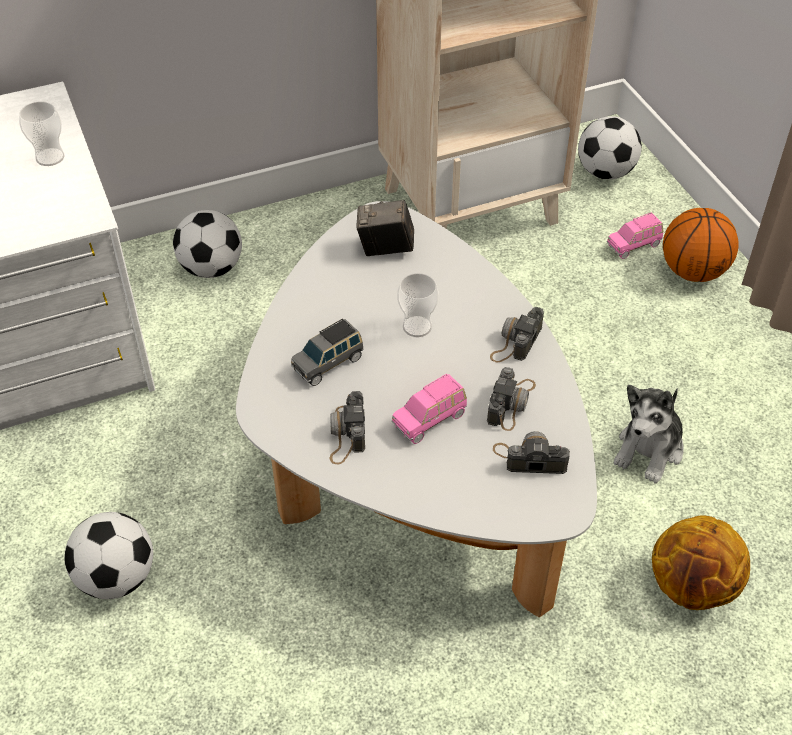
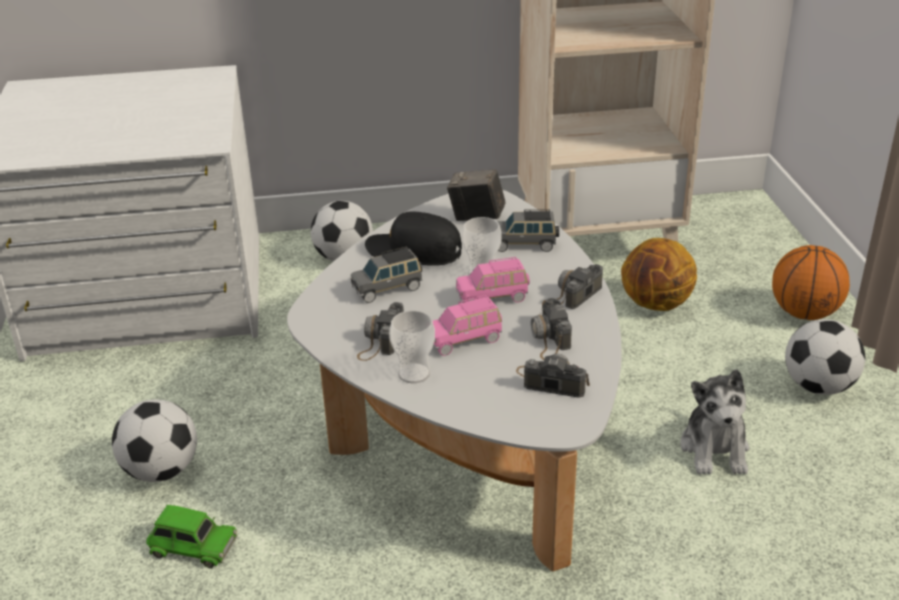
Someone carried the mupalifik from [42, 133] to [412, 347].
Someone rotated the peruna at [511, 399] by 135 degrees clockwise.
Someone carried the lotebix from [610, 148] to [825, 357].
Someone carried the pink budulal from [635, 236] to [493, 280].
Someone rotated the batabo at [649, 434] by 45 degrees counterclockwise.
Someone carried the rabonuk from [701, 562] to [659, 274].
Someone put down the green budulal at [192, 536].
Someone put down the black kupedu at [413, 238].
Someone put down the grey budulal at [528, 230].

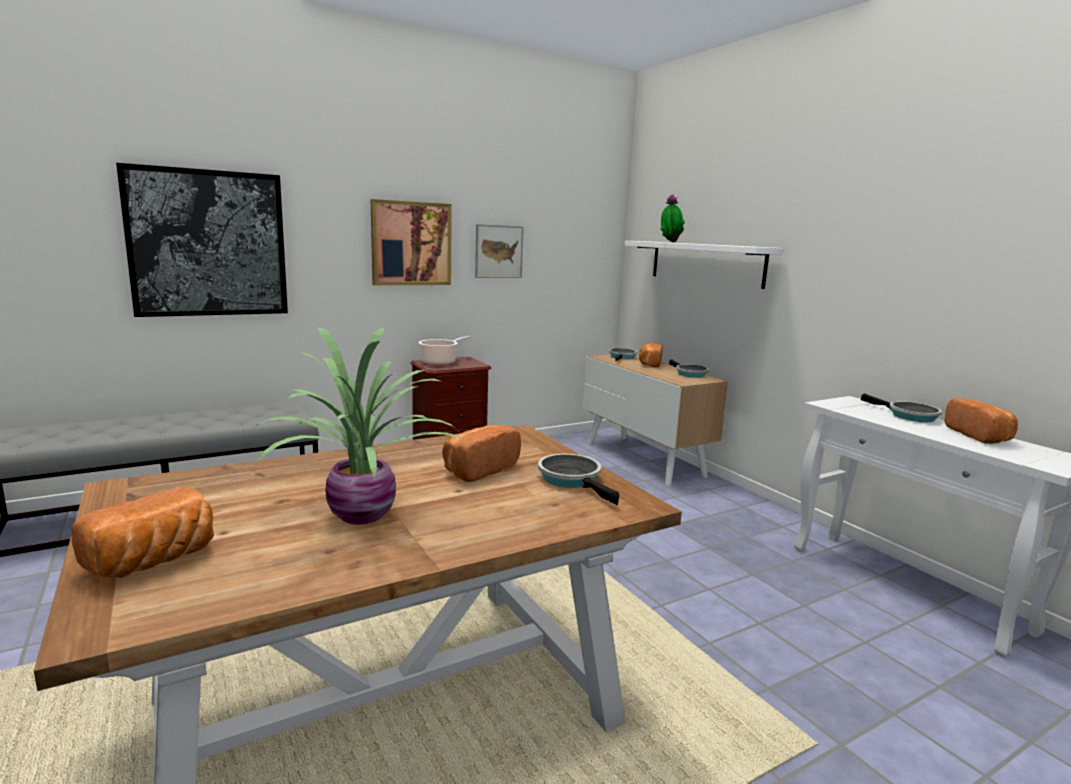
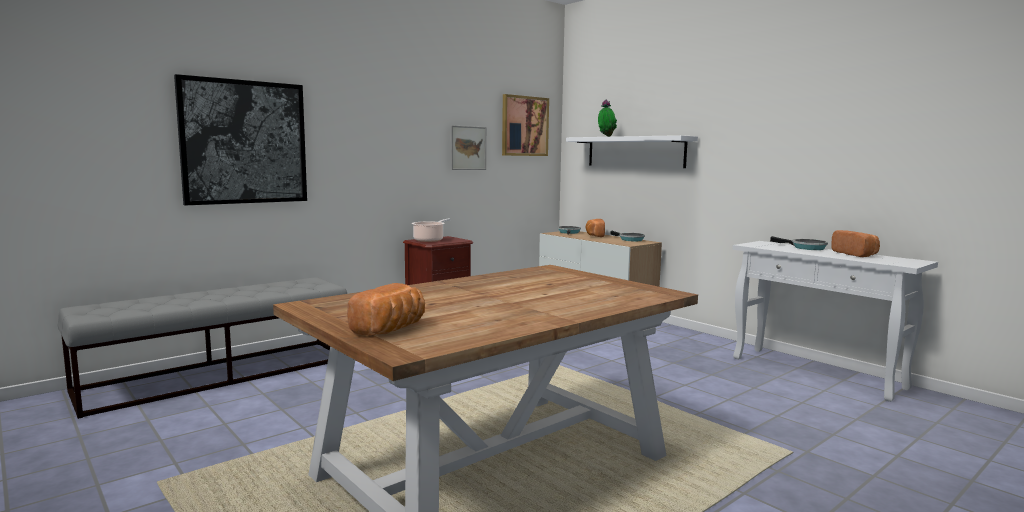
Someone took away the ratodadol at [359, 426].
Someone carried the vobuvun from [411, 242] to [525, 125].
Someone took away the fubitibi at [481, 453].
Someone took away the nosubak at [579, 479].

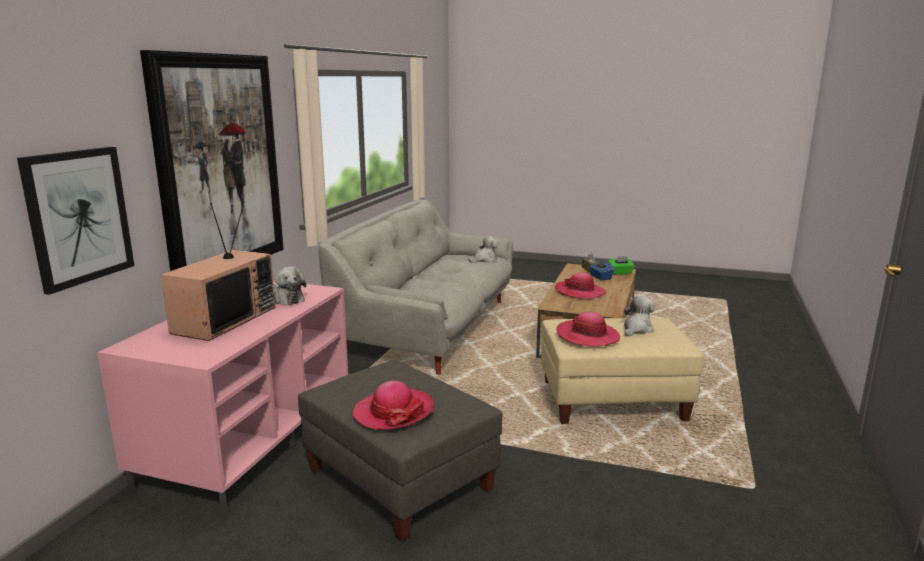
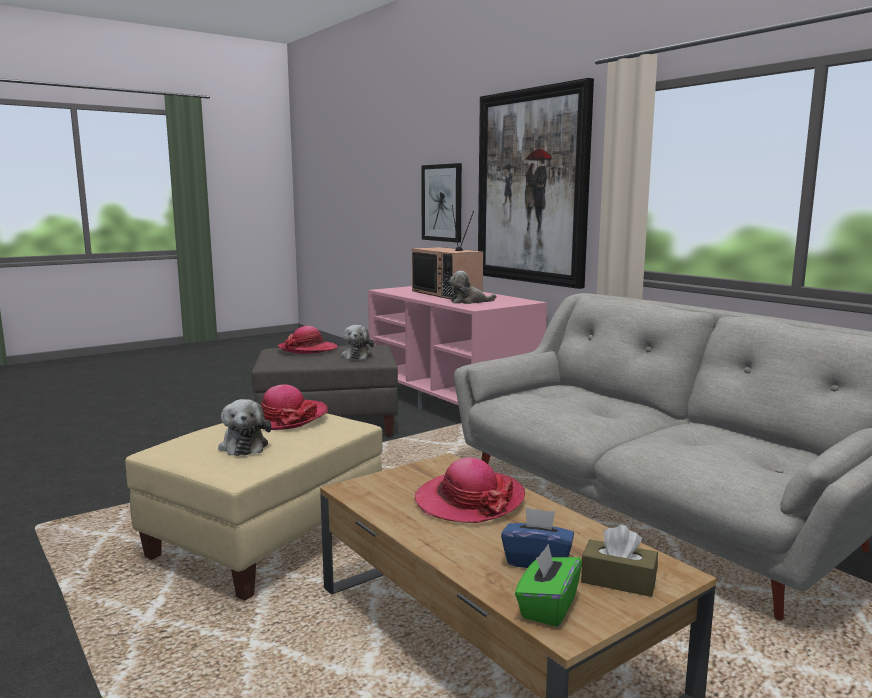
Someone carried the batabo from [483, 249] to [357, 342].

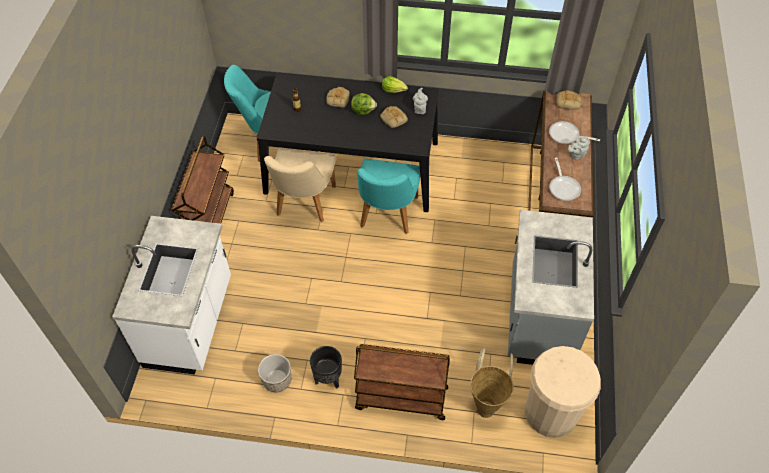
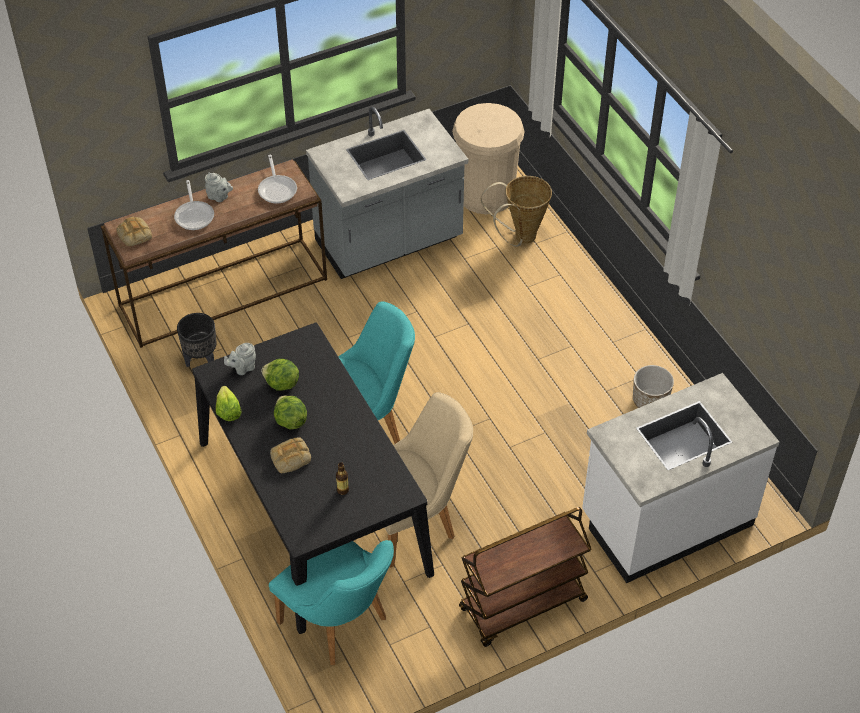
Someone carried the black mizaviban from [326, 367] to [197, 340].
Someone took away the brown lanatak at [402, 382].
Someone swapped the fubitibi at [394, 117] for the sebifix at [280, 374].
Someone rotated the nosubak at [565, 179] by 120 degrees clockwise.

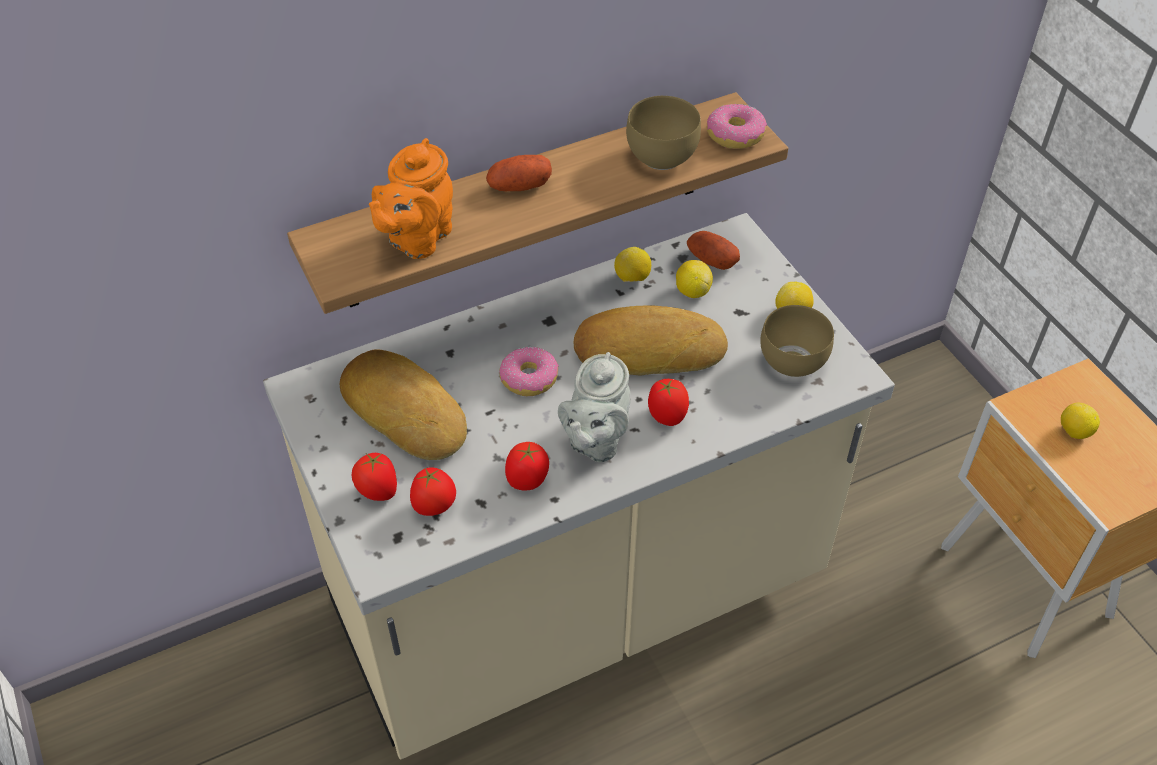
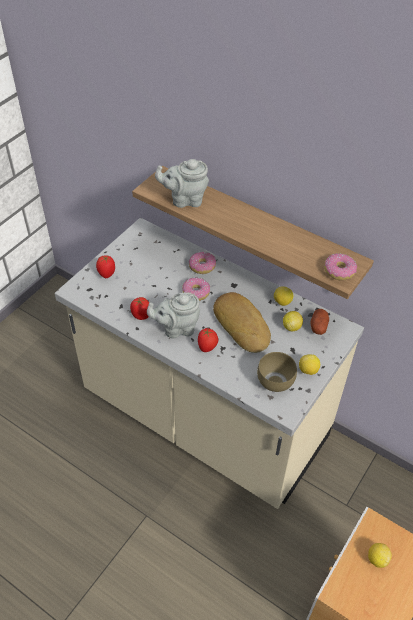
Someone took away the fubitibi at [403, 404].
Someone repainted the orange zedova at [411, 198], which became the grey zedova at [182, 183].
Someone took away the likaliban at [433, 491].
Someone took away the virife at [519, 173].
Someone took away the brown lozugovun at [663, 133].
Someone put down the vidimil at [202, 263].

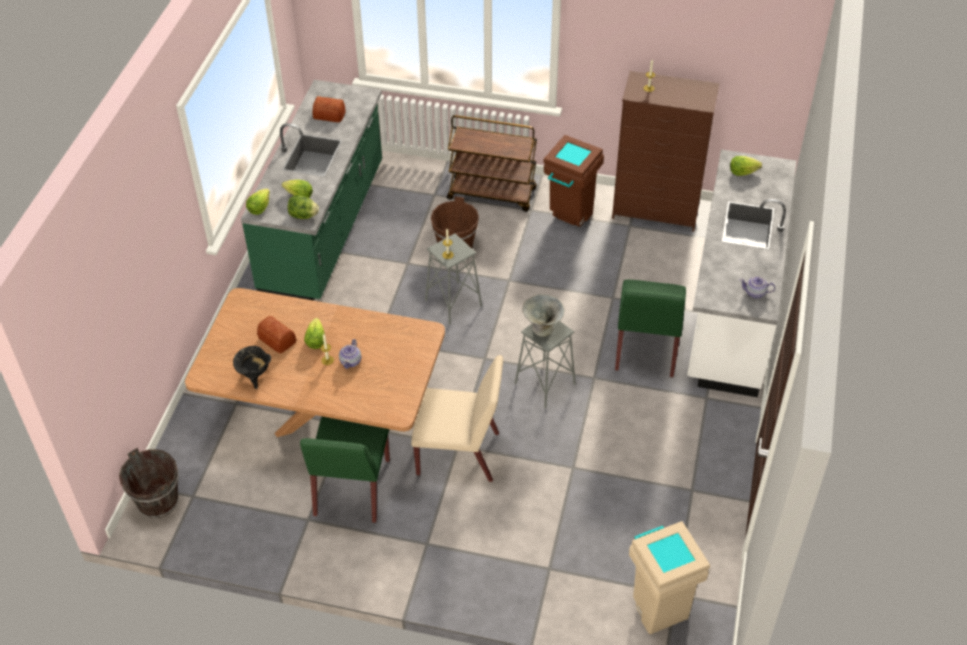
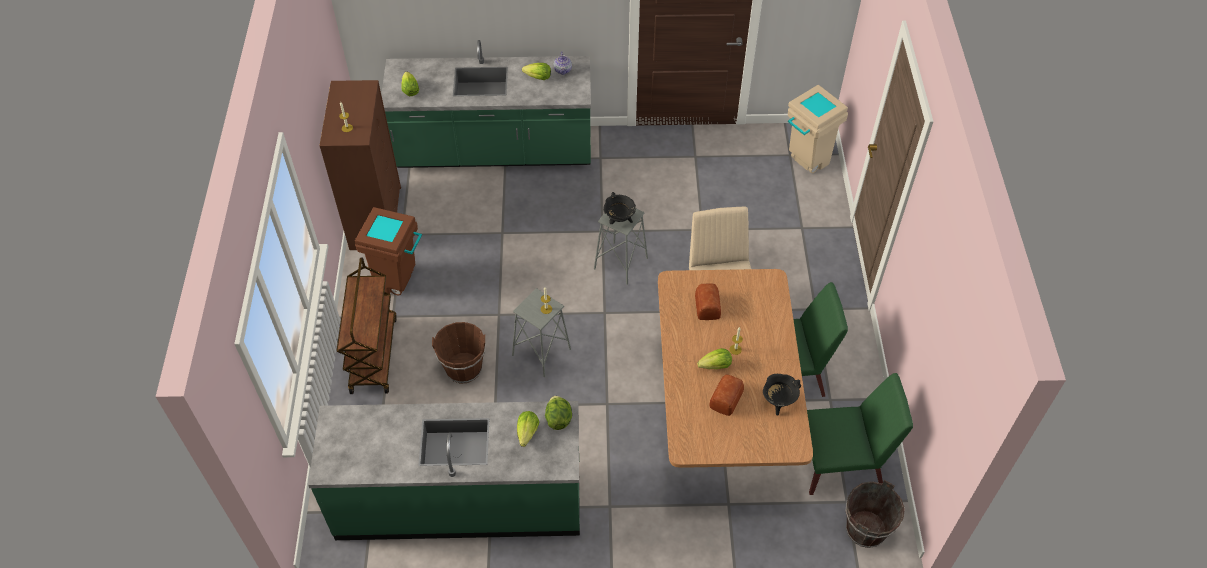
Someone carried the sebifix from [258, 201] to [536, 71].
Someone carried the fubitibi from [328, 109] to [708, 301].
Someone took away the zedova at [350, 354].
Someone swapped the grey lozugovun at [543, 315] for the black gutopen at [619, 208].
Someone carried the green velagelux from [650, 328] to [860, 434].
Someone repainted the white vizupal at [741, 273], which became the green vizupal at [486, 104].

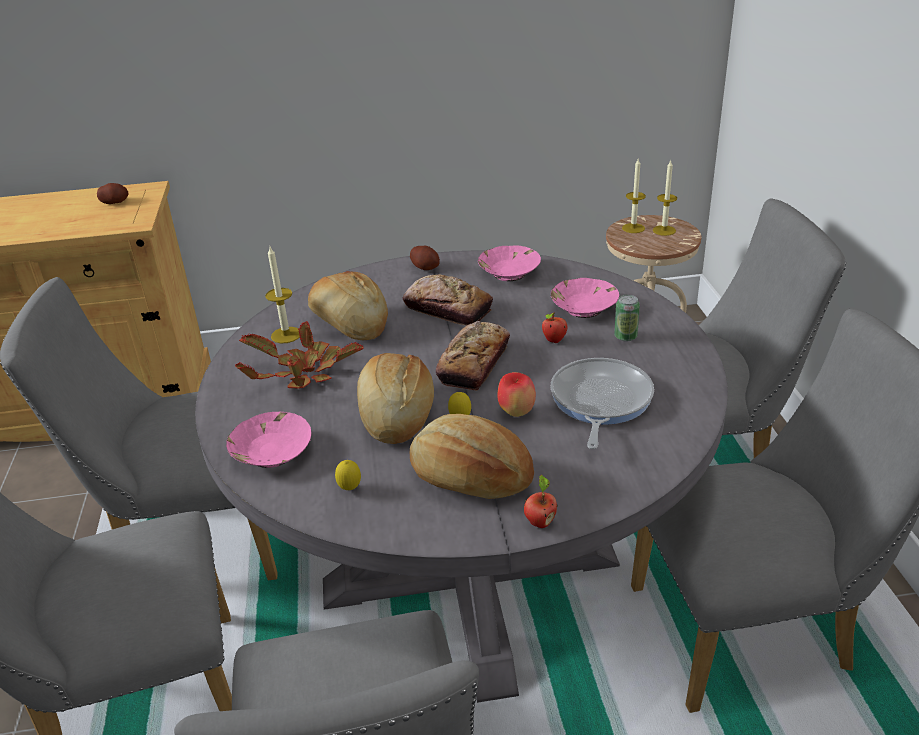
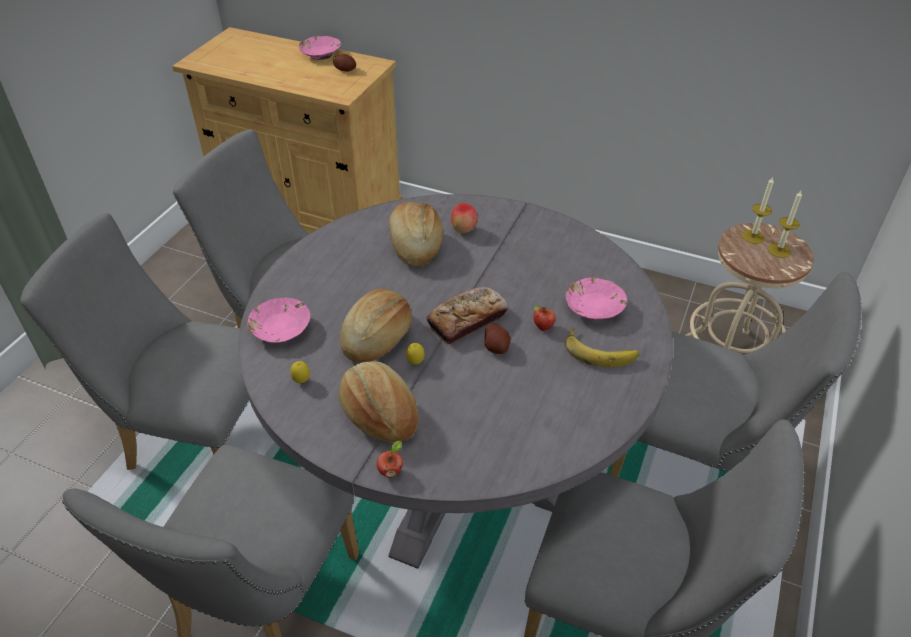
Someone took away the ratodadol at [299, 355].
Someone took away the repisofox at [282, 295].
Someone took away the fubitibi at [448, 300].
Someone carried the virife from [425, 258] to [497, 338].
Someone carried the pink lozugovun from [509, 263] to [320, 48].
Someone carried the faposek from [516, 394] to [464, 218].
Someone took away the nosubak at [602, 403].
Someone swapped the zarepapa at [627, 318] for the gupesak at [602, 346].

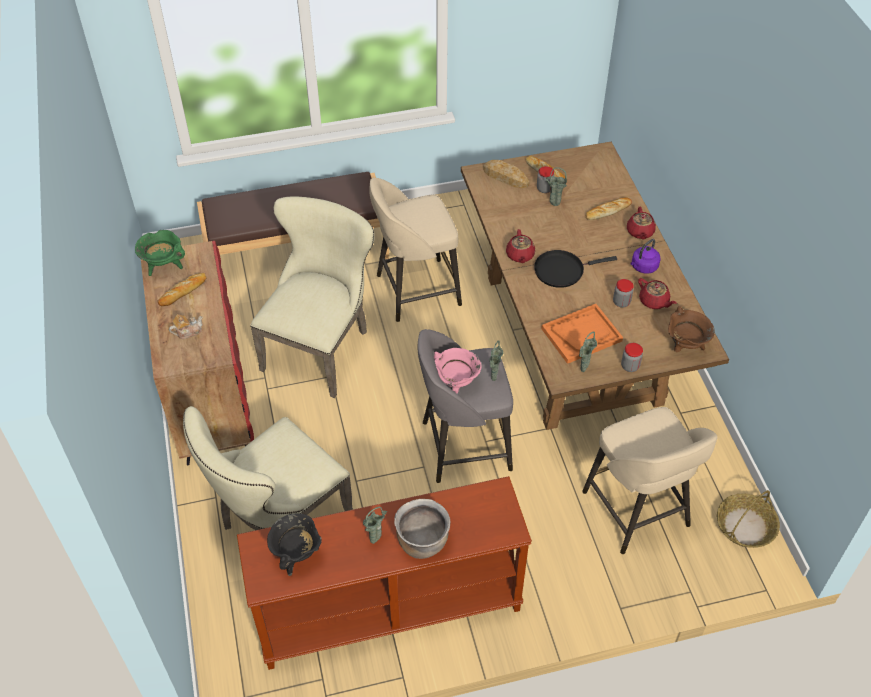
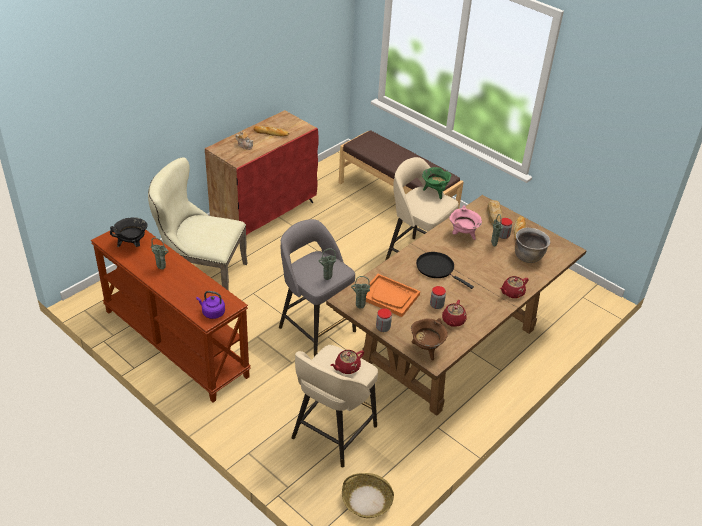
Someone carried the green gutopen from [160, 253] to [437, 183].
Someone took away the beige velagelux at [312, 297].
Someone carried the brown gutopen from [422, 529] to [532, 245].
Someone carried the pink gutopen from [457, 370] to [465, 222].
Someone carried the red zedova from [520, 246] to [347, 362].
Someone took away the fubitibi at [609, 208].
Someone carried the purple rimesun from [645, 256] to [210, 305].

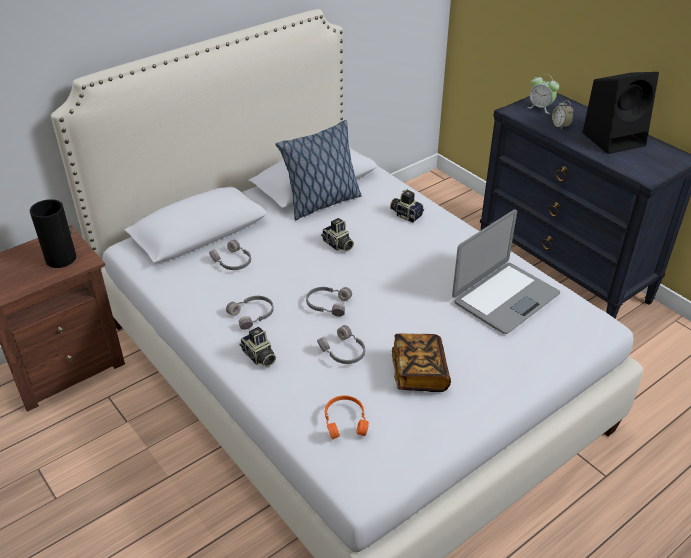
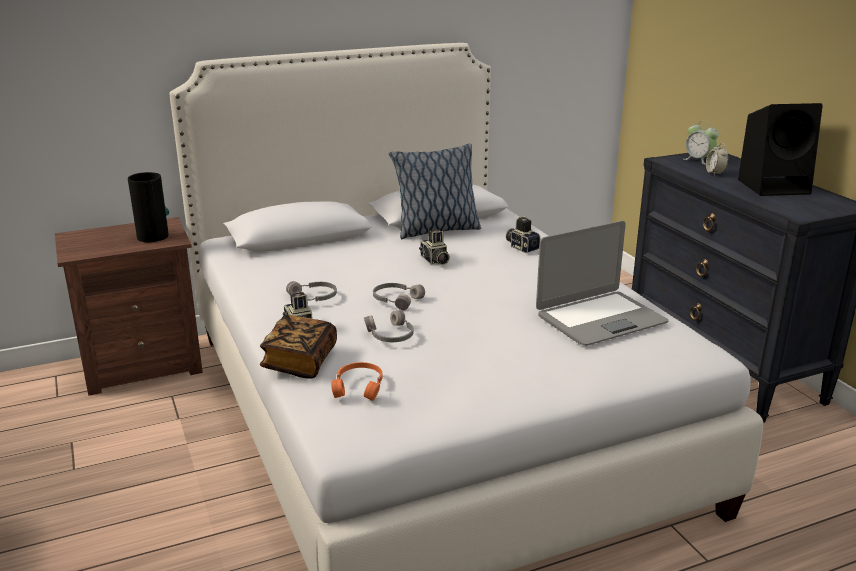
Someone took away the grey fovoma at [230, 255].
Someone carried the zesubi from [421, 362] to [298, 347].

